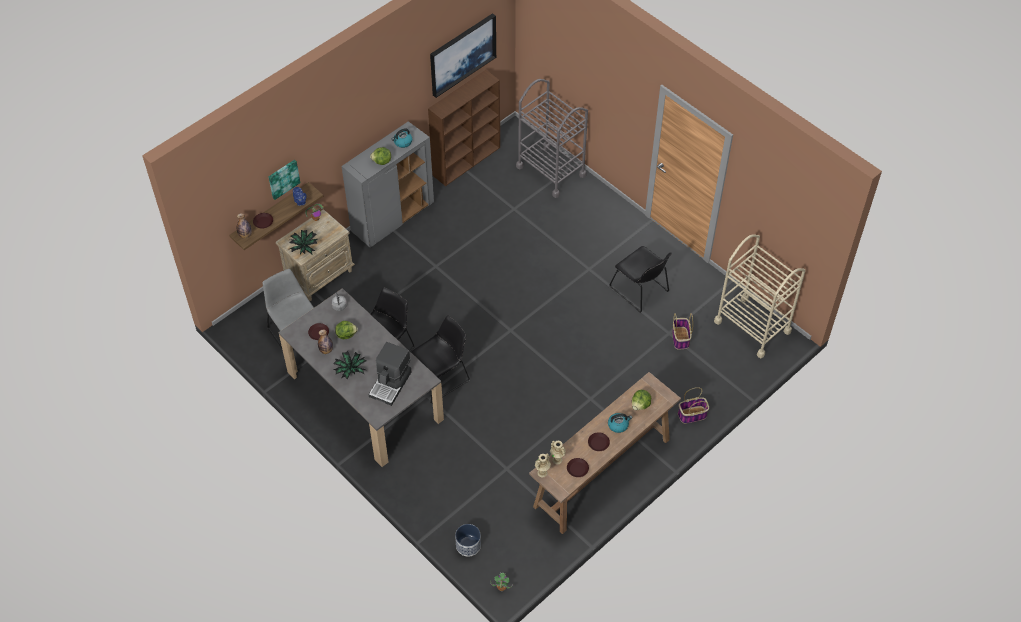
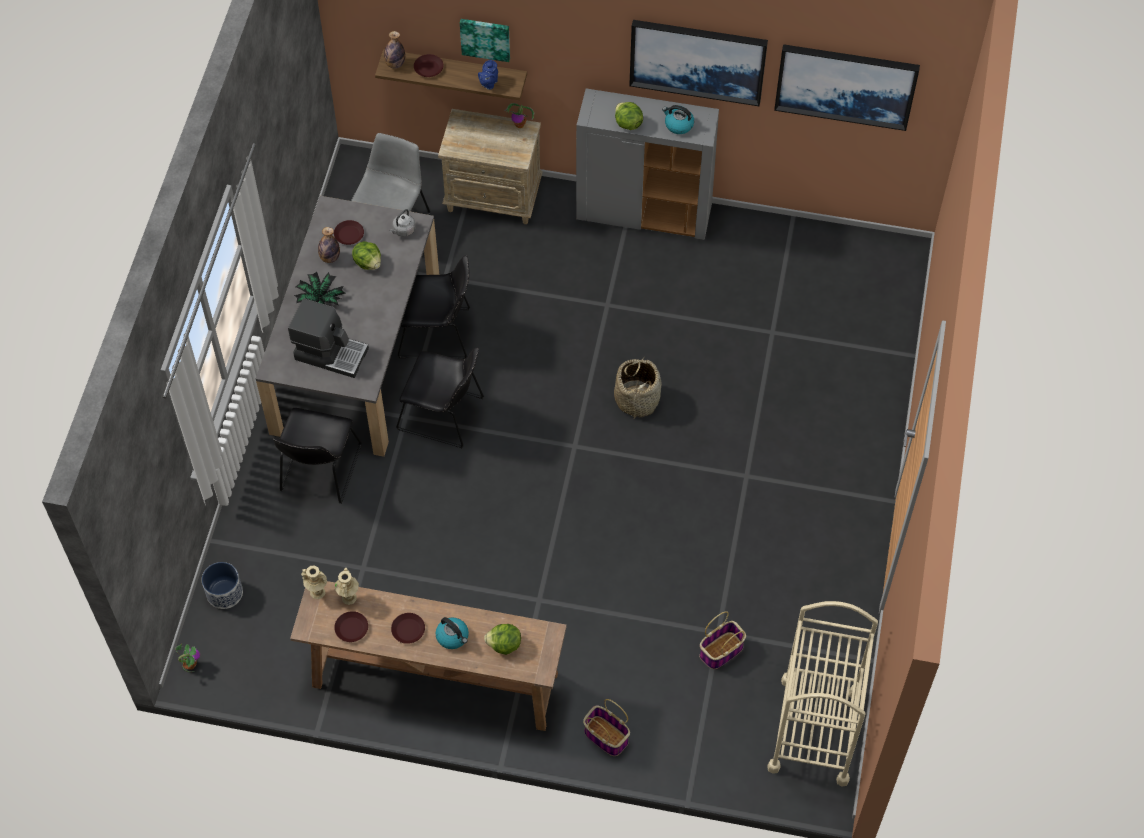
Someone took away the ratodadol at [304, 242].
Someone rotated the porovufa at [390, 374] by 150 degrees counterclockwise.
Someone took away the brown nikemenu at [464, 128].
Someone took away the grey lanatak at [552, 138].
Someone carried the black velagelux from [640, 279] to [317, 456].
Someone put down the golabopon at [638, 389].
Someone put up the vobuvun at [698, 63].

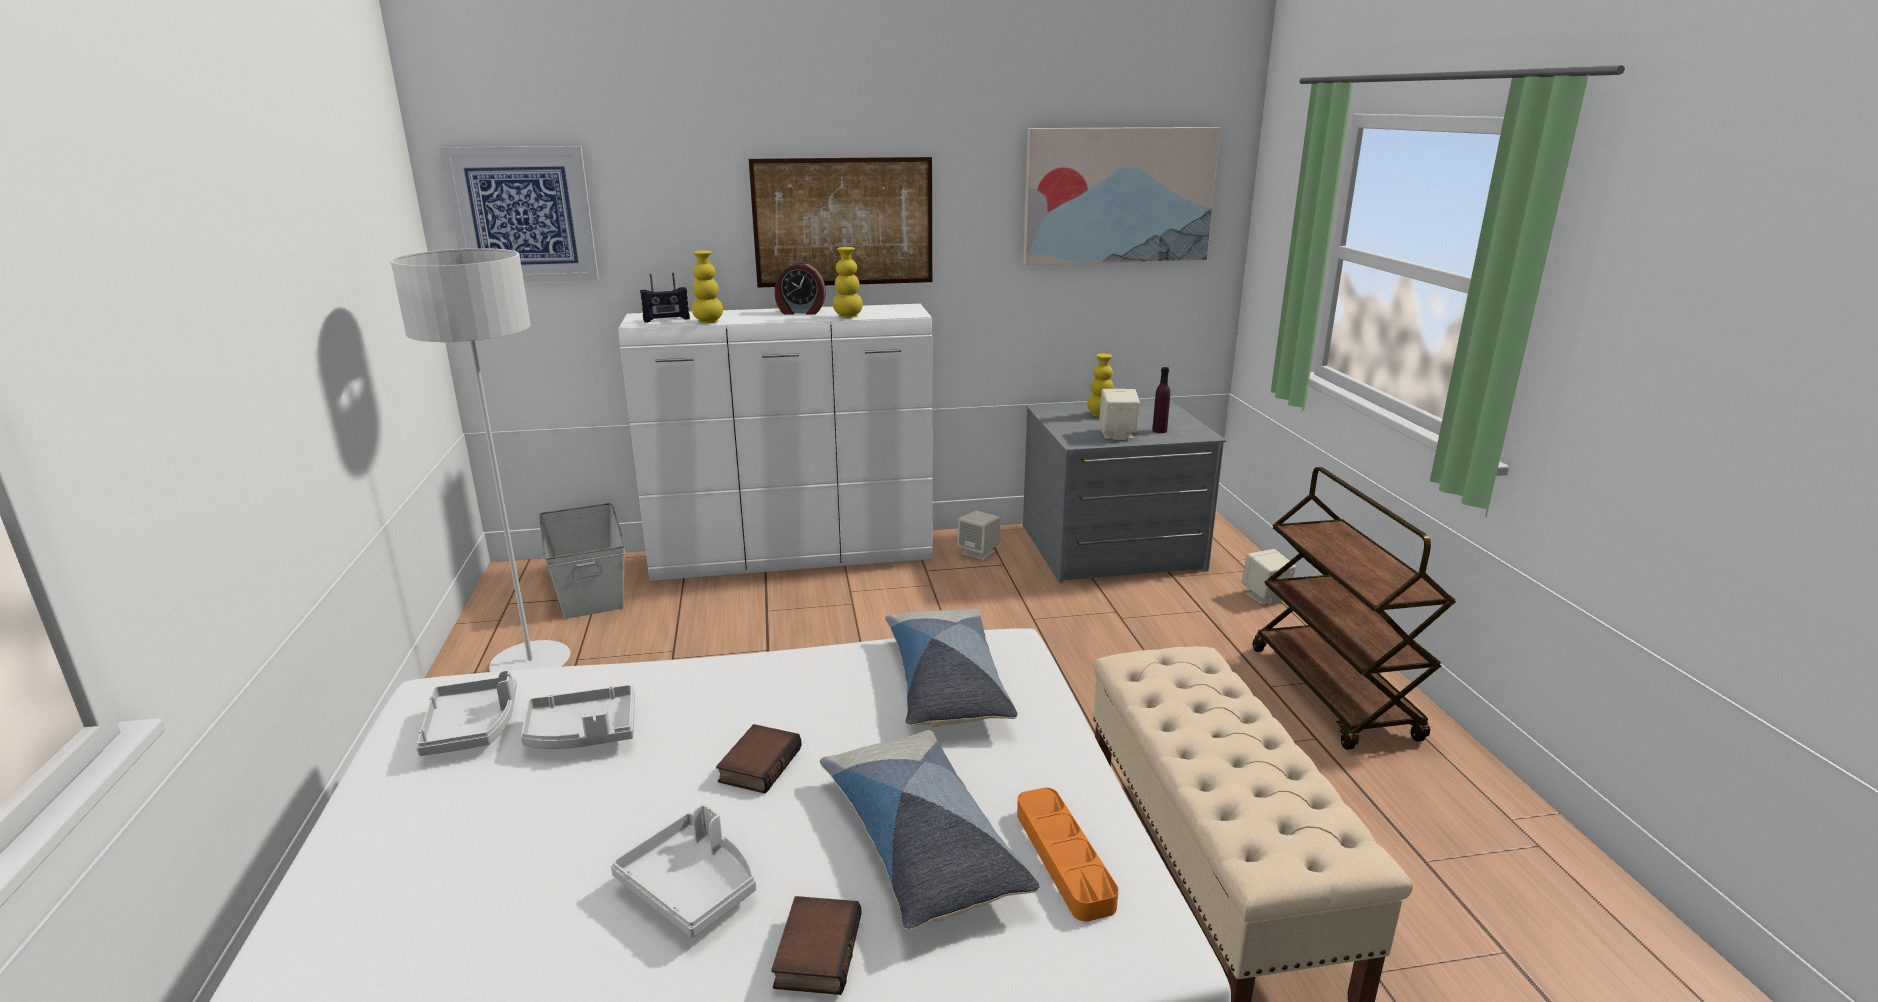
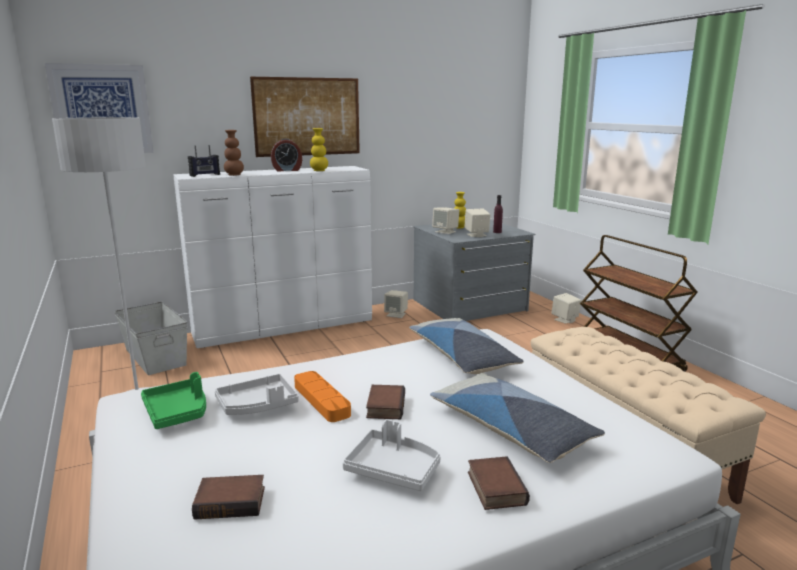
Someone repainted the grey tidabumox at [466, 713], which became the green tidabumox at [173, 400].
Someone repainted the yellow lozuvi at [707, 286], which became the brown lozuvi at [234, 153].
Someone carried the orange tidabumox from [1068, 854] to [322, 396].
Someone took away the vobuvun at [1121, 196].
Someone put down the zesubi at [228, 497].
Someone put down the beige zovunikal at [445, 220].

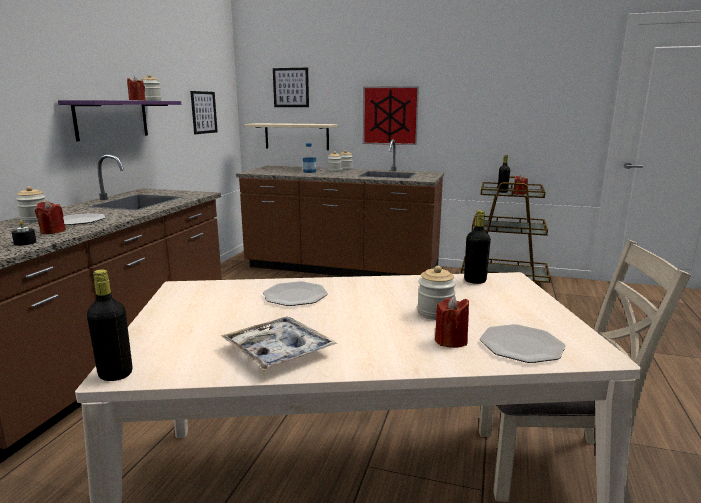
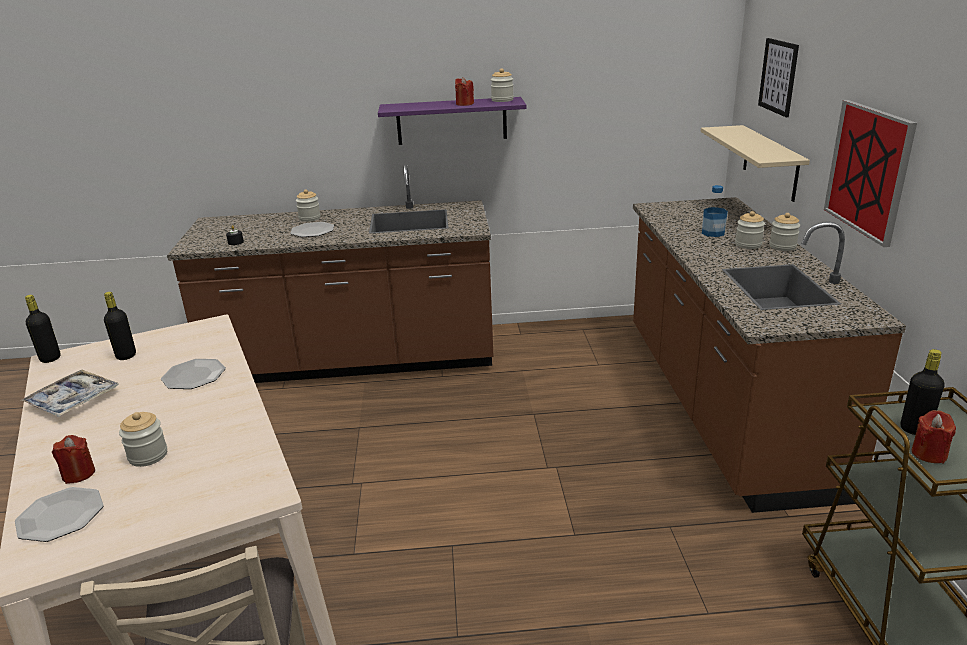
Someone took away the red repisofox at [50, 217].
Someone took away the vobuvun at [204, 112].
Someone carried the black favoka from [477, 247] to [120, 326].

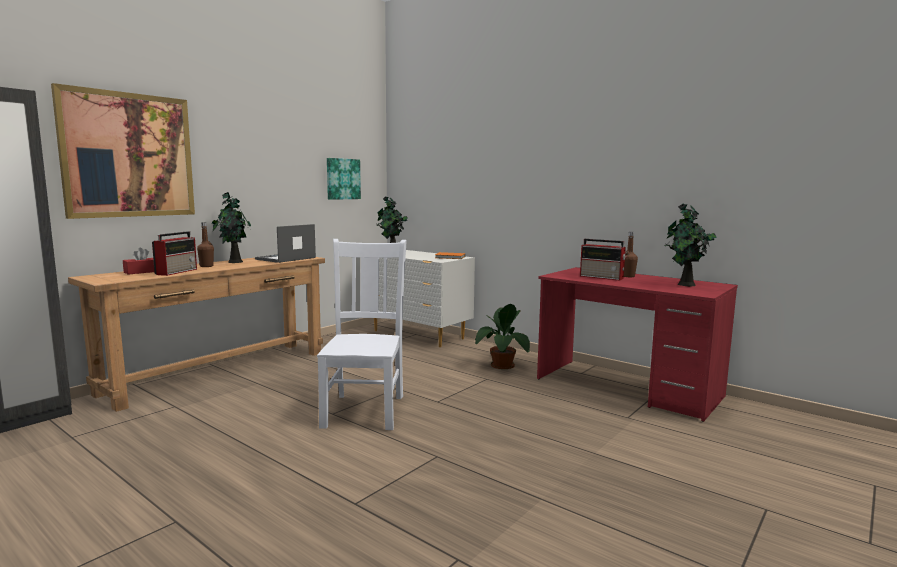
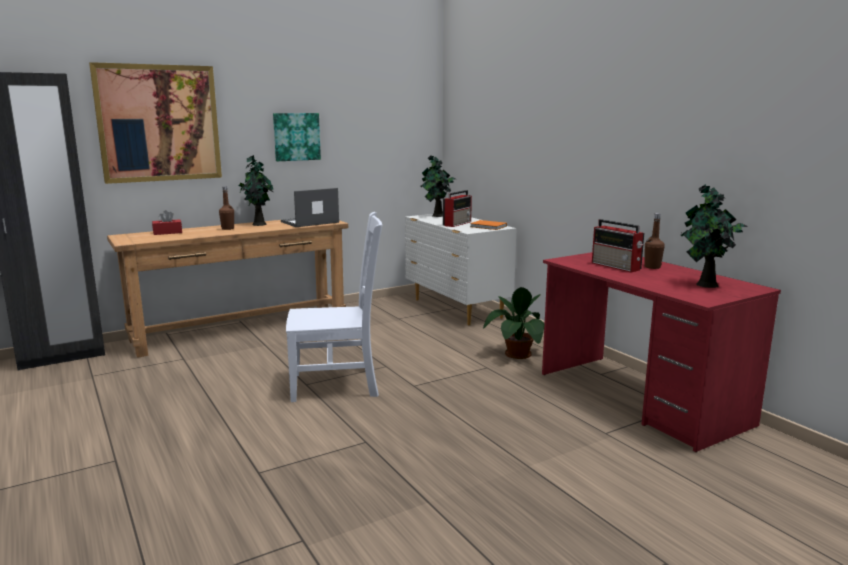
Someone carried the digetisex from [174, 253] to [457, 208].
Someone rotated the white velagelux at [362, 334] by 60 degrees clockwise.
Someone carried the vobuvun from [344, 179] to [297, 137].

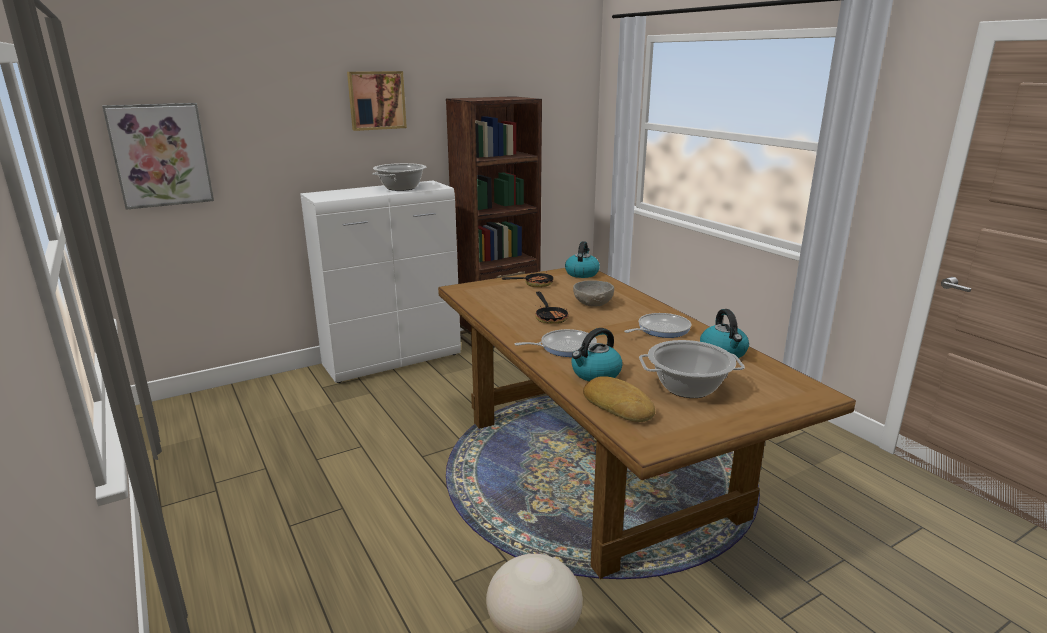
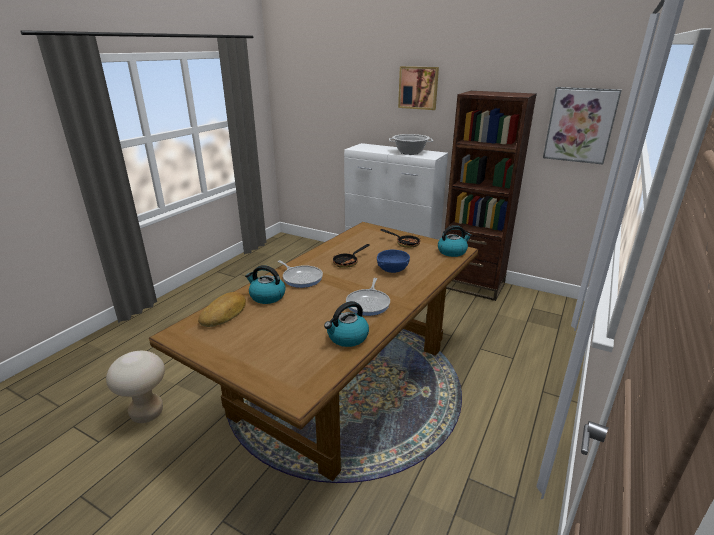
Someone carried the vobuvun from [158, 156] to [582, 125].
Someone repainted the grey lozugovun at [593, 293], which became the blue lozugovun at [393, 261].
Someone rotated the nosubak at [657, 325] by 75 degrees clockwise.
Someone took away the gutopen at [692, 369].

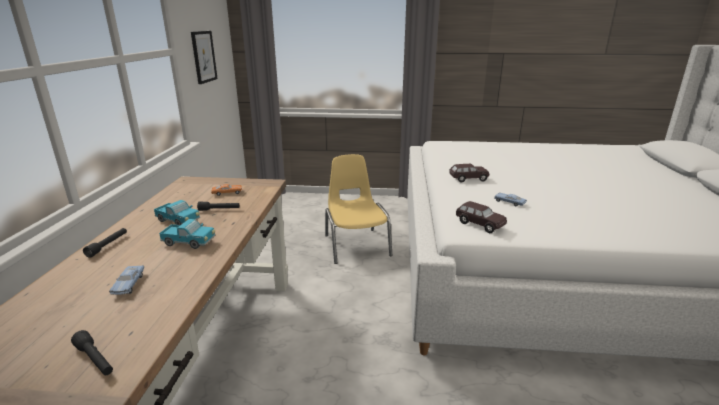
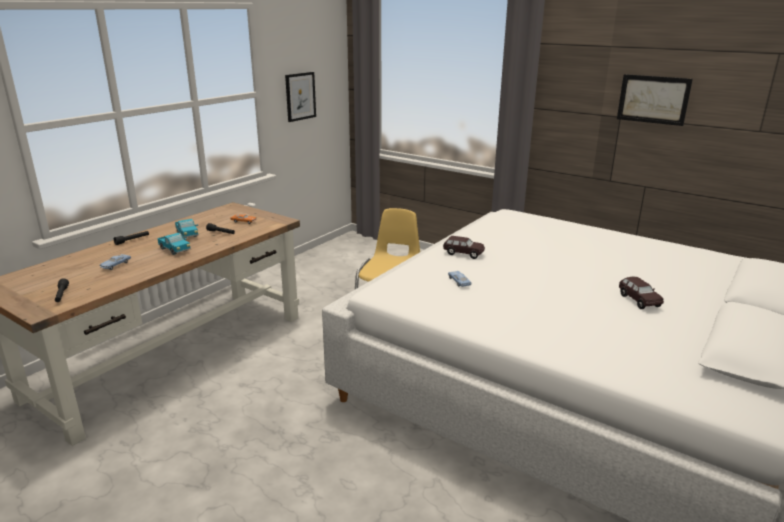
Someone carried the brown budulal from [481, 217] to [641, 293].
Someone put up the vobuvun at [655, 100].

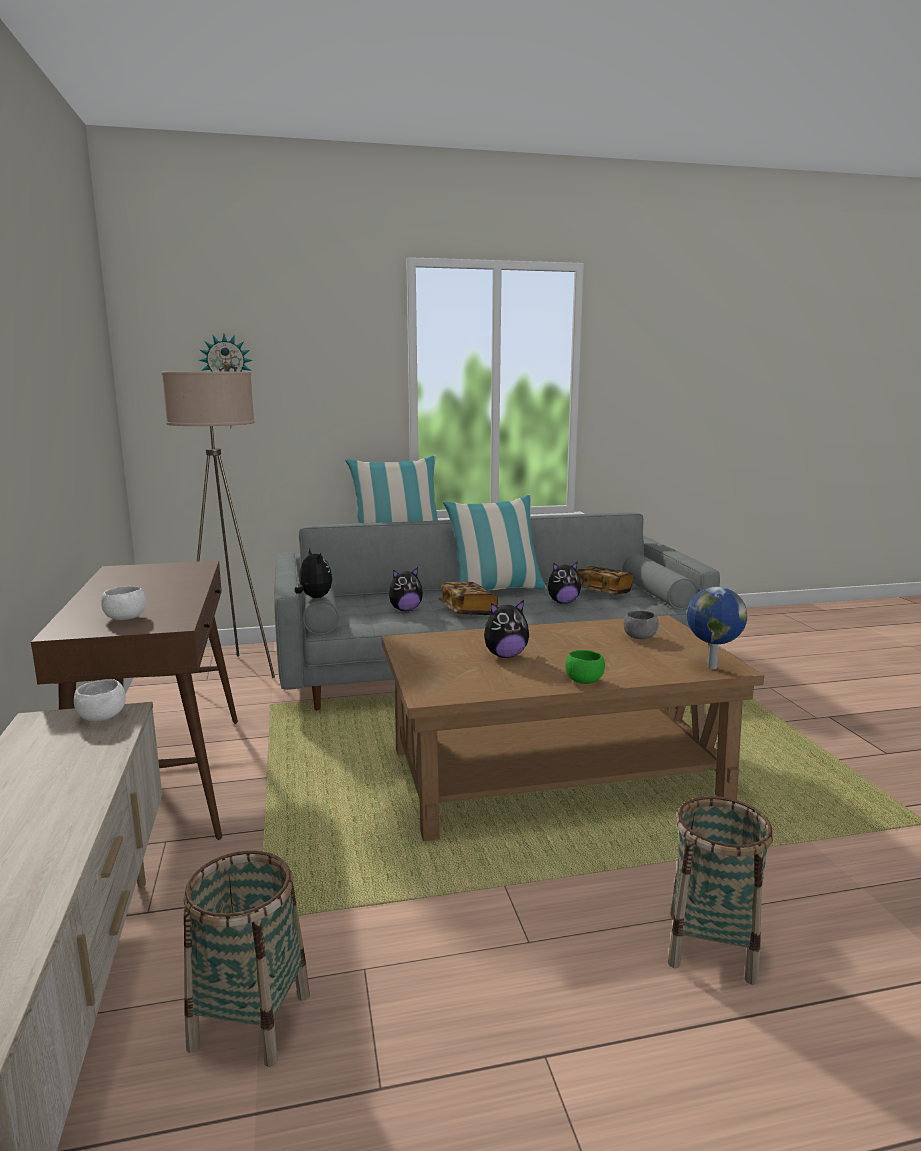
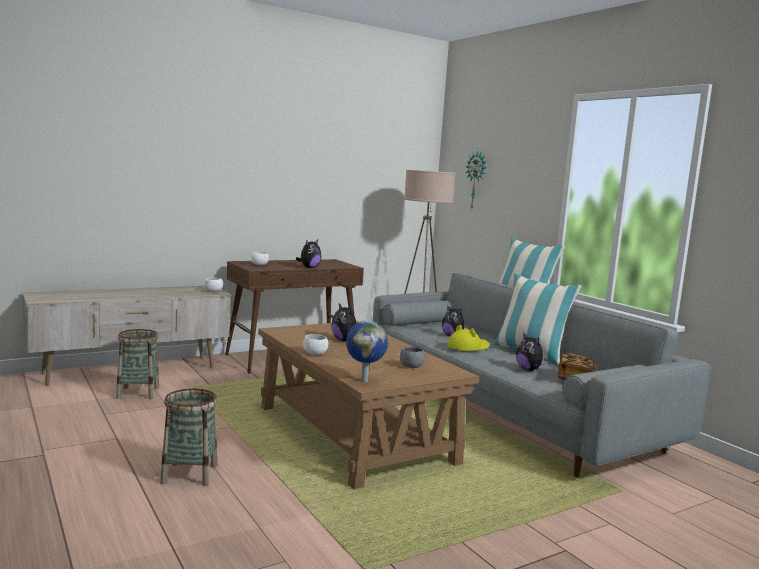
Someone carried the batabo from [313, 573] to [308, 254].
Someone swapped the zesubi at [468, 598] for the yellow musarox at [468, 338].
Someone repainted the green lozugovun at [585, 667], which became the white lozugovun at [315, 344].

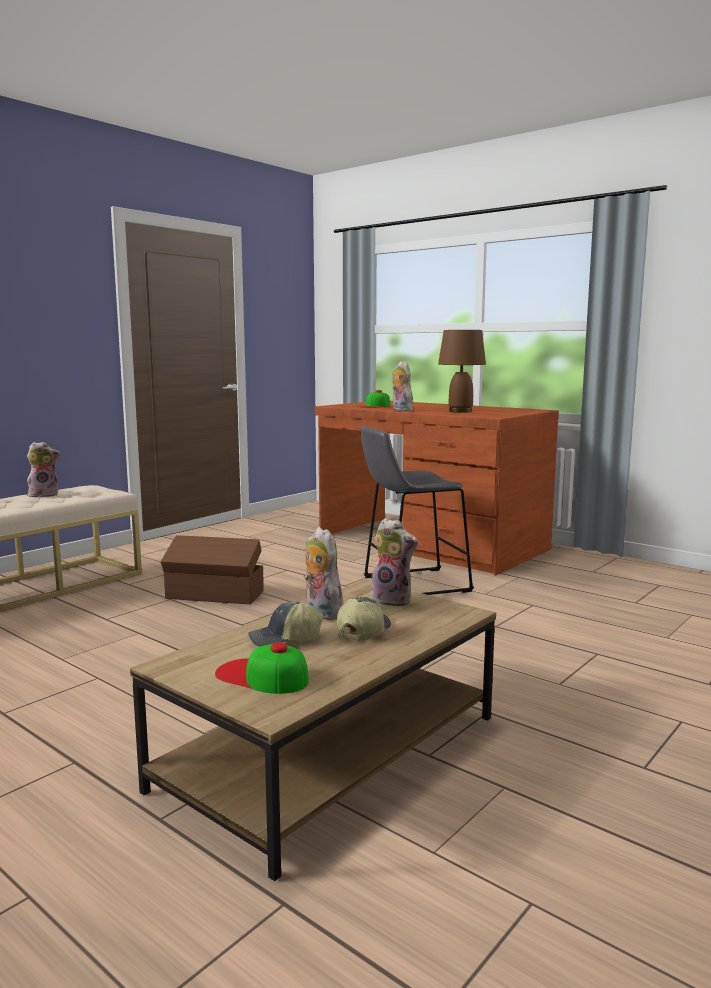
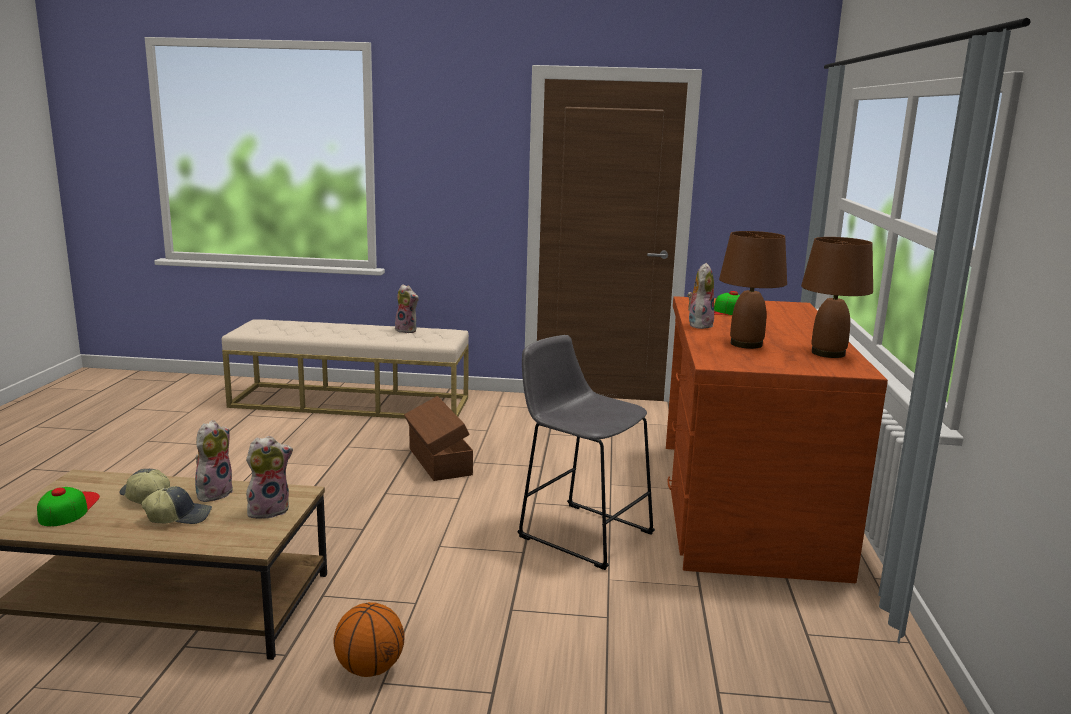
Someone rotated the batabo at [392, 562] by 120 degrees counterclockwise.
Someone put down the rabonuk at [369, 639].
Someone put down the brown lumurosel at [837, 297].

